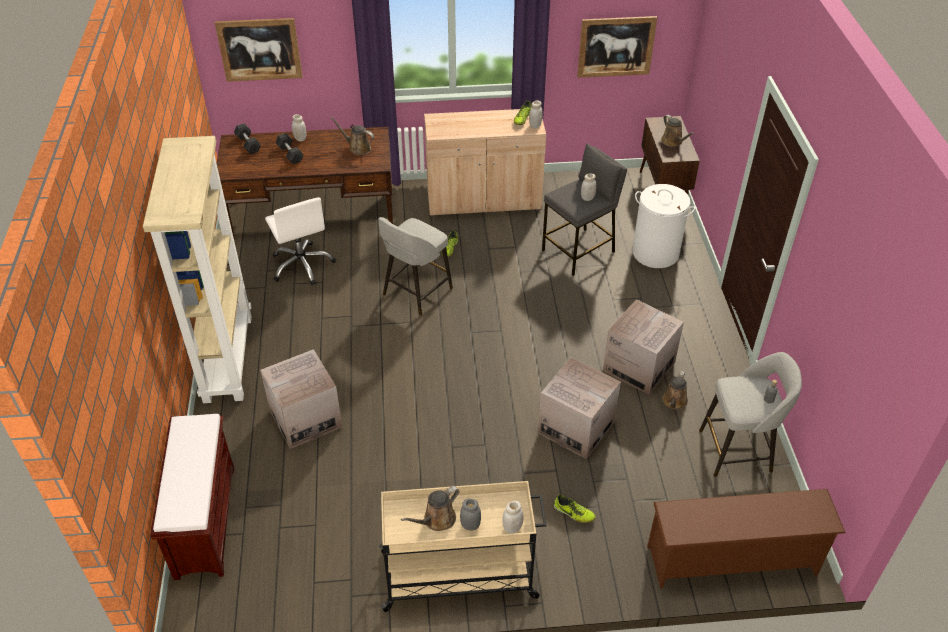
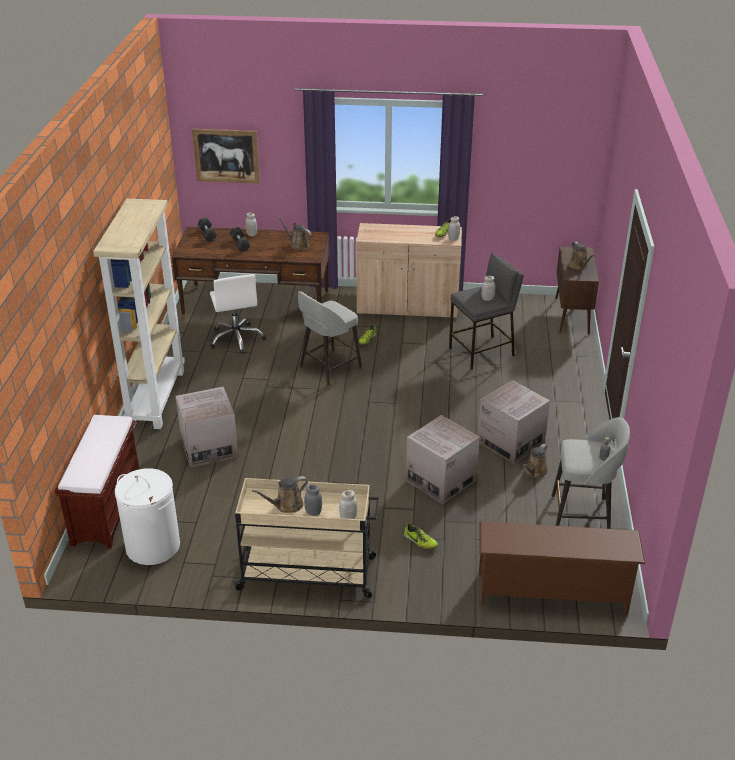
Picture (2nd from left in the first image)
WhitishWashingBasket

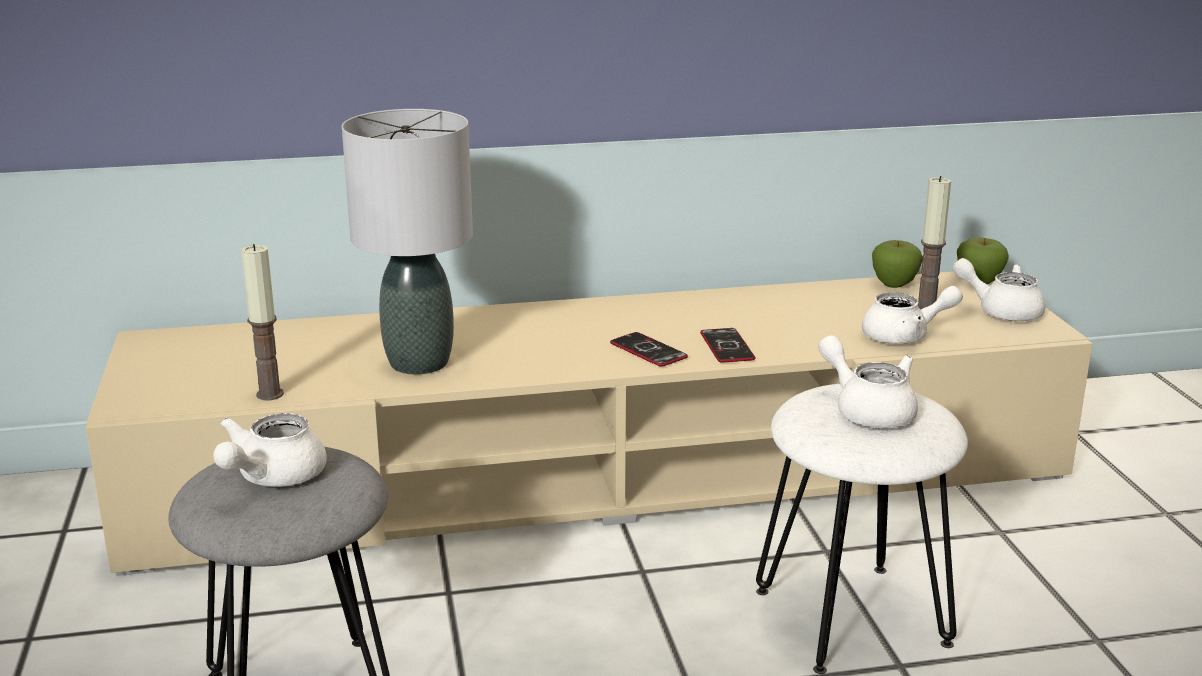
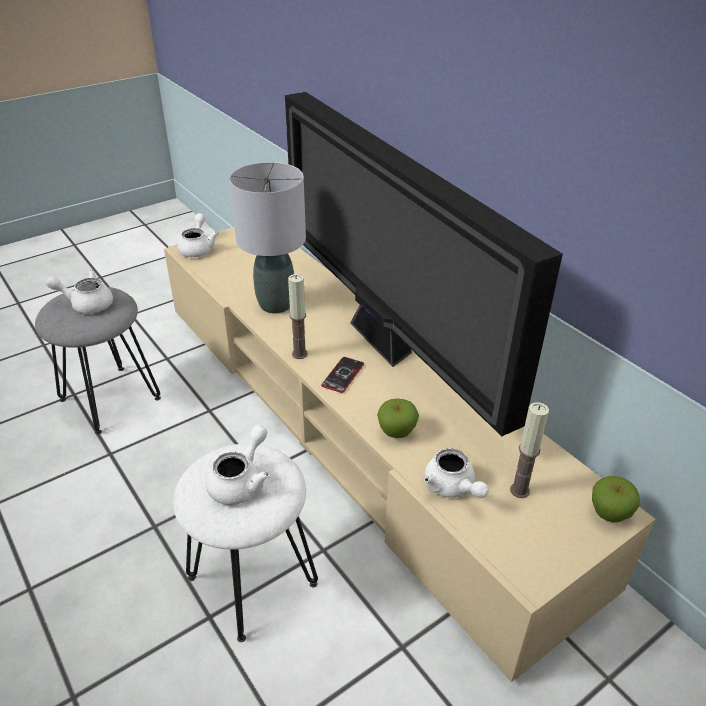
Telephone (2nd from left in the first image)
TvSet
WaxLight (1st from left)
AppleFruit (1st from left)
WhitishTeaPot (2nd from left)

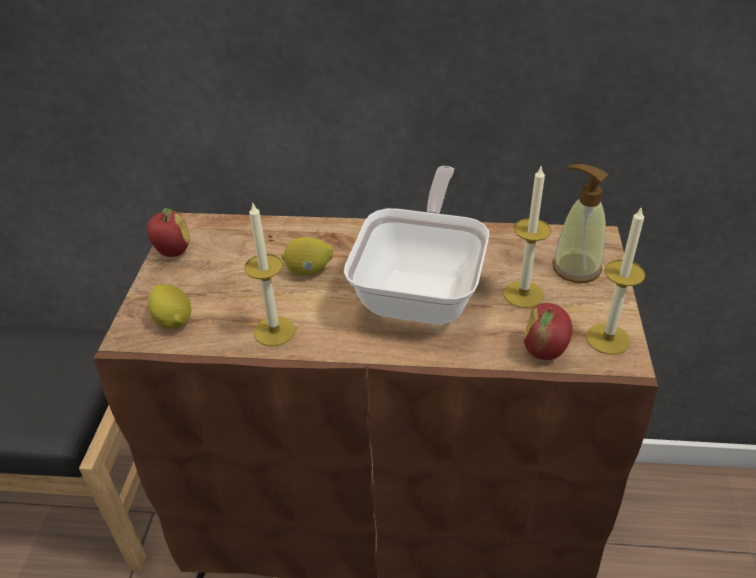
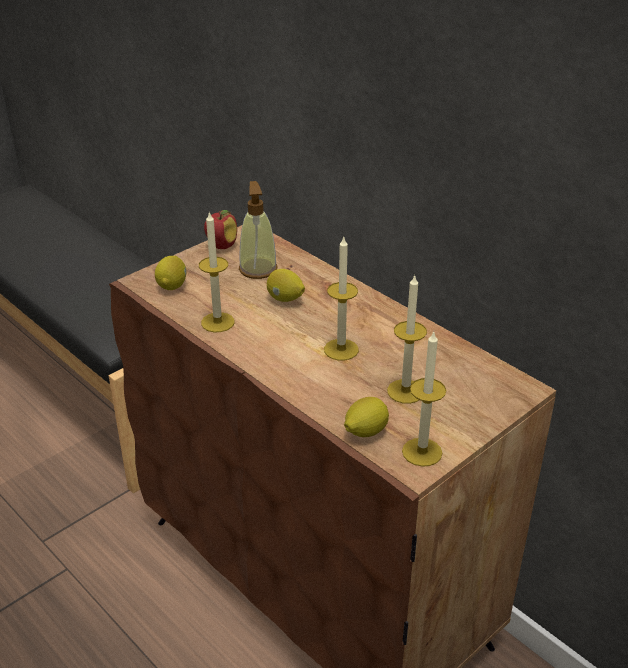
SoapDispenser
WaxLight (2nd from left)
CitrusFruit (3rd from left)

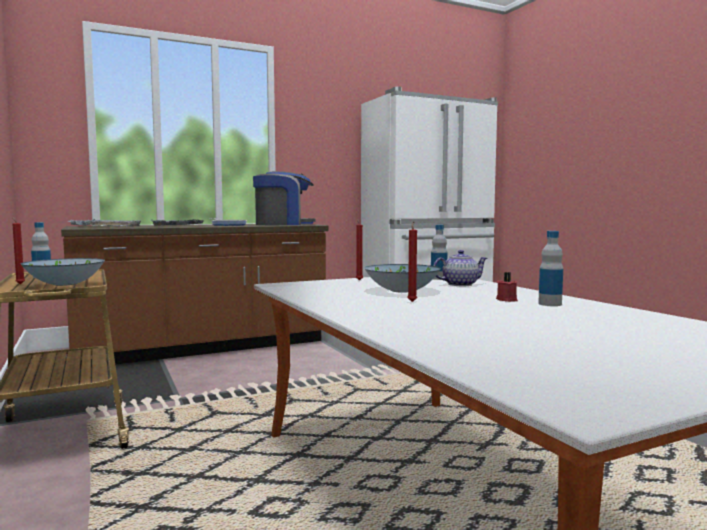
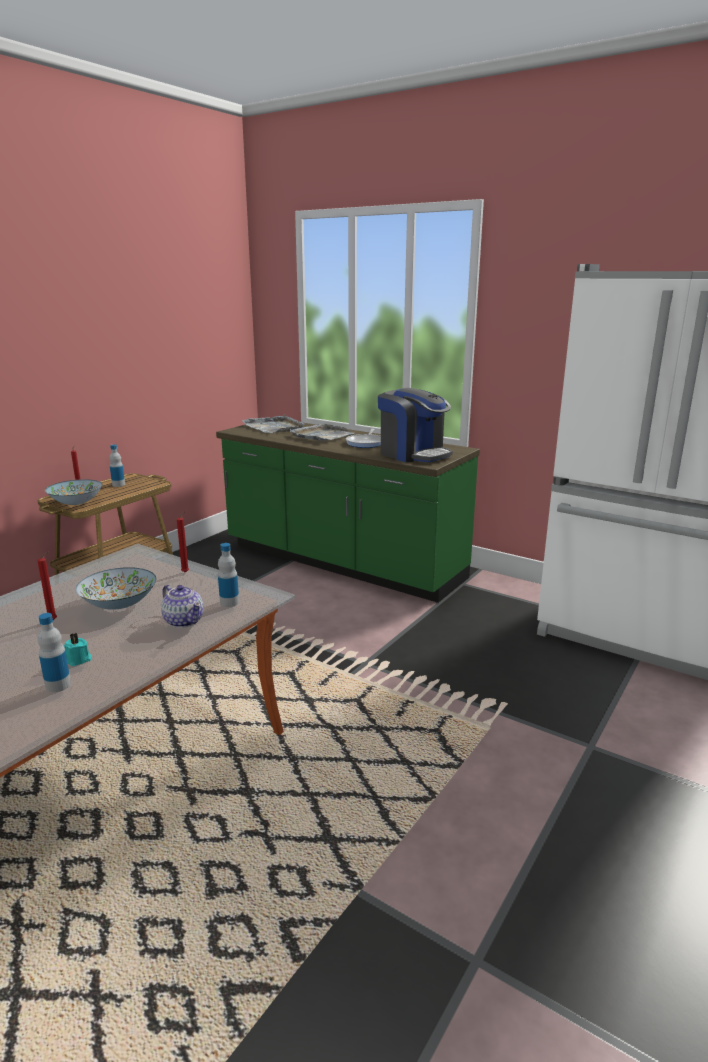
GreenKitchenCounter
BlueGreenWaxLight

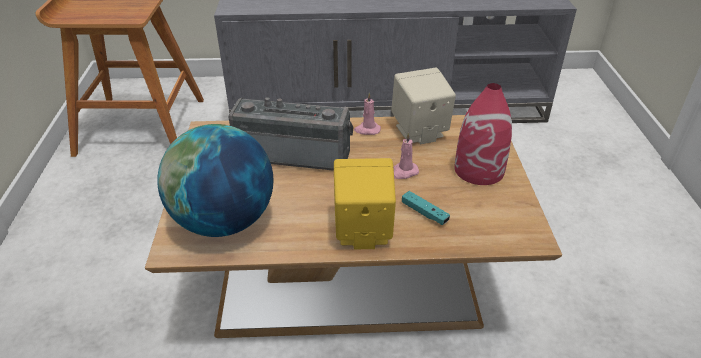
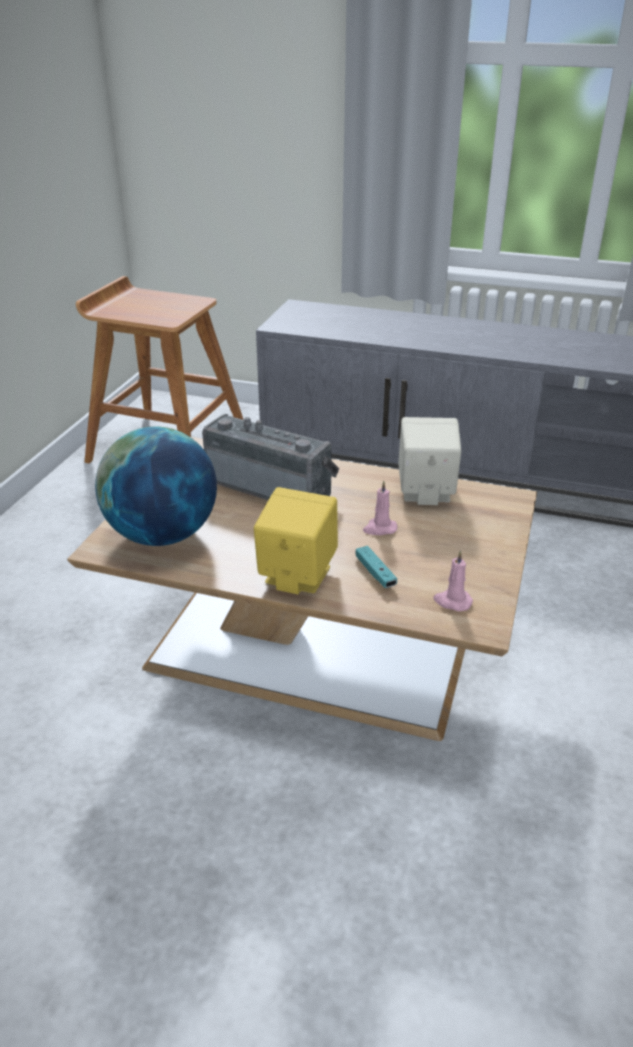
RedVase
PinkishWaxLight (2nd from left)

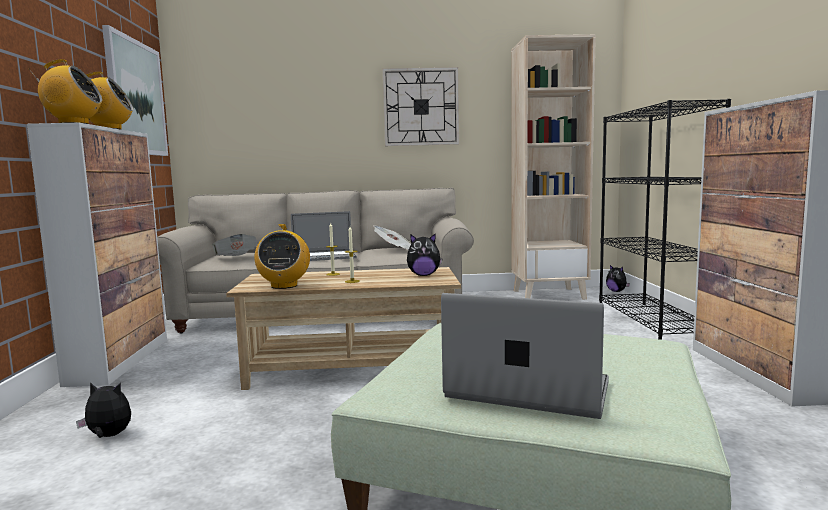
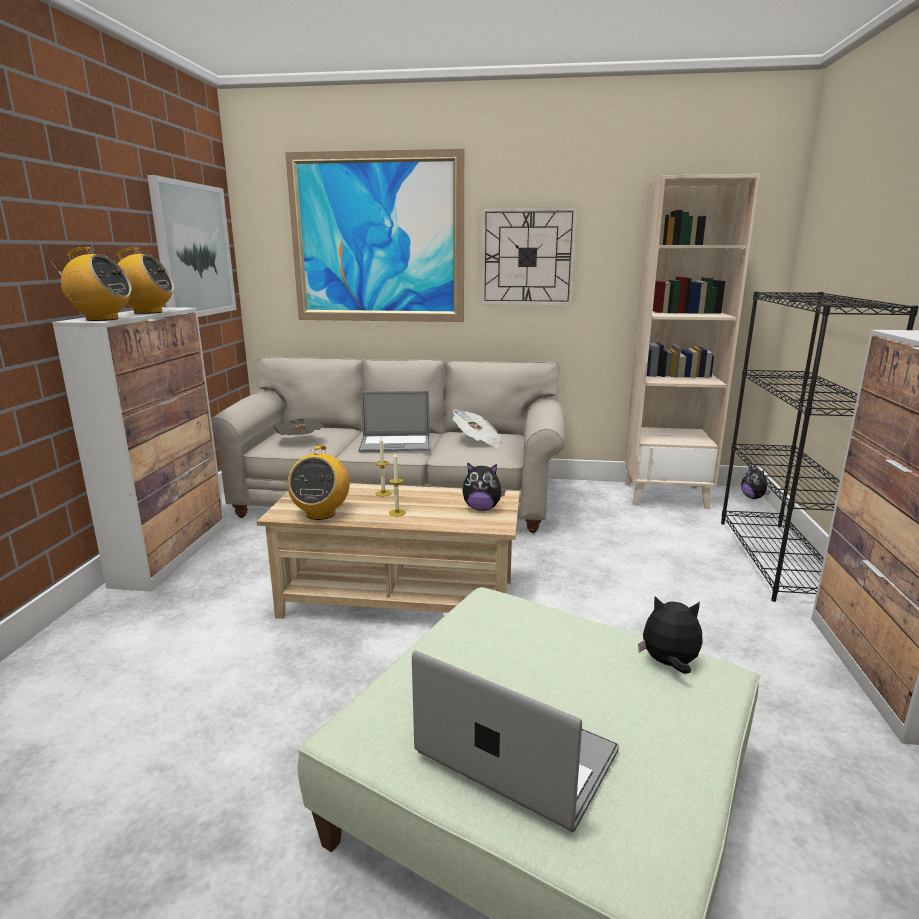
Picture (2nd from left)
CuddlyToy (2nd from left)

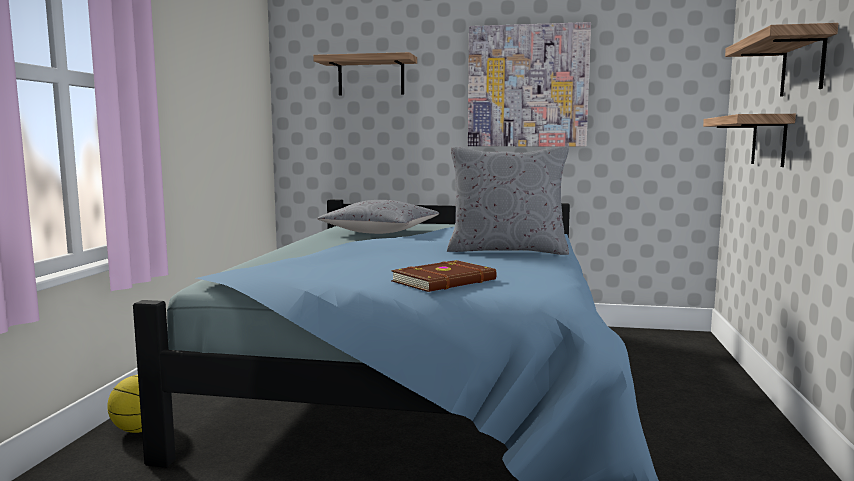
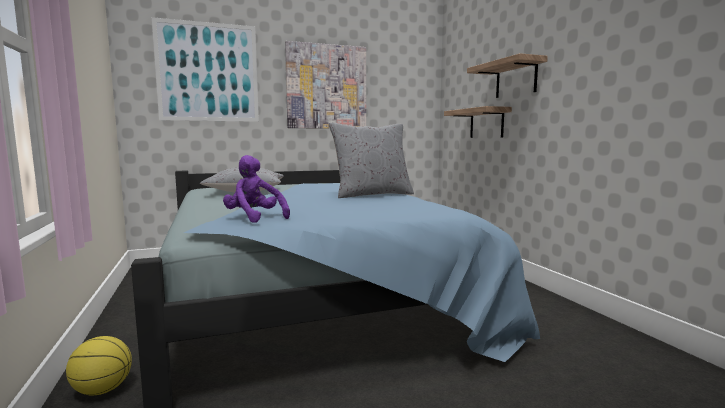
BrownColouredBoundBook
PurplishCuddlyToy
Picture (1st from left)

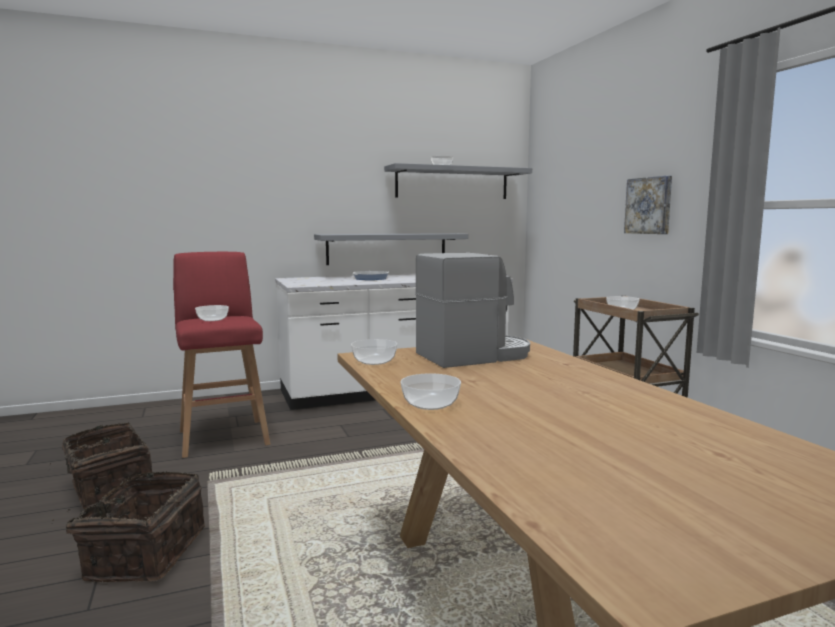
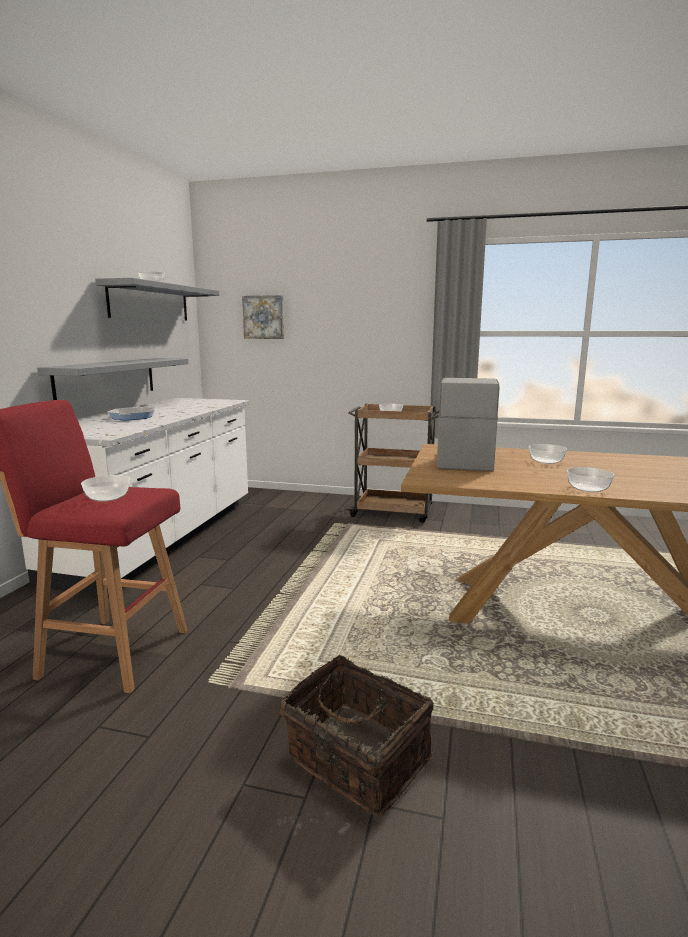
Basket (1st from left in the first image)
Bowl (4th from left)
Picture

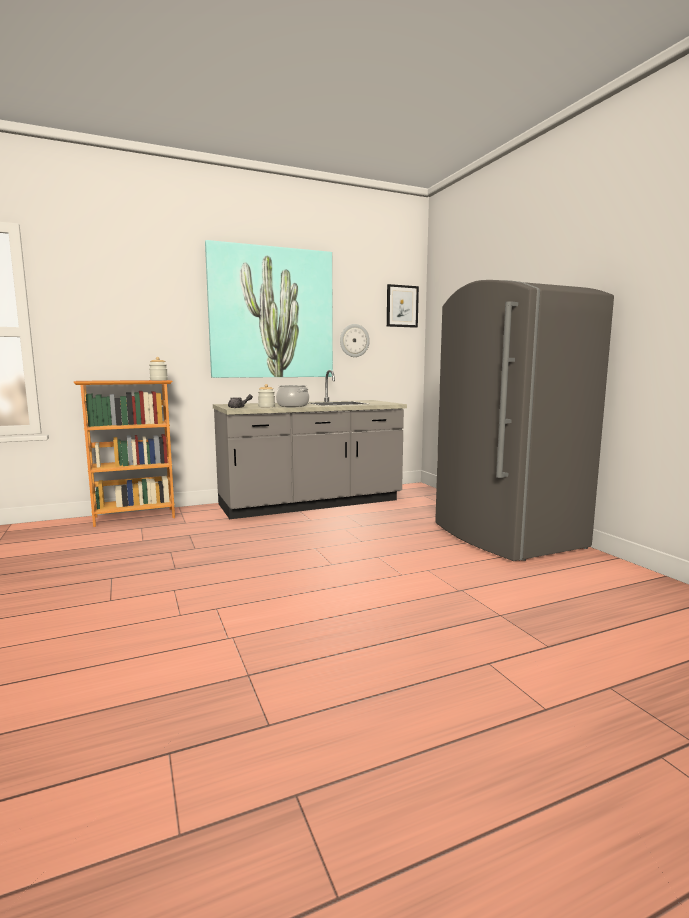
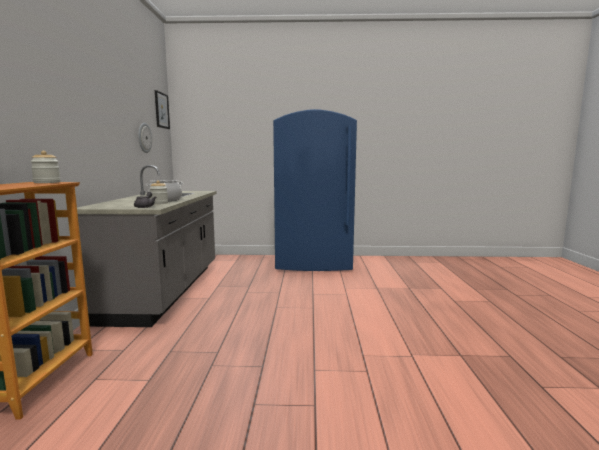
Picture (1st from left in the first image)
BluishKitchenFridge

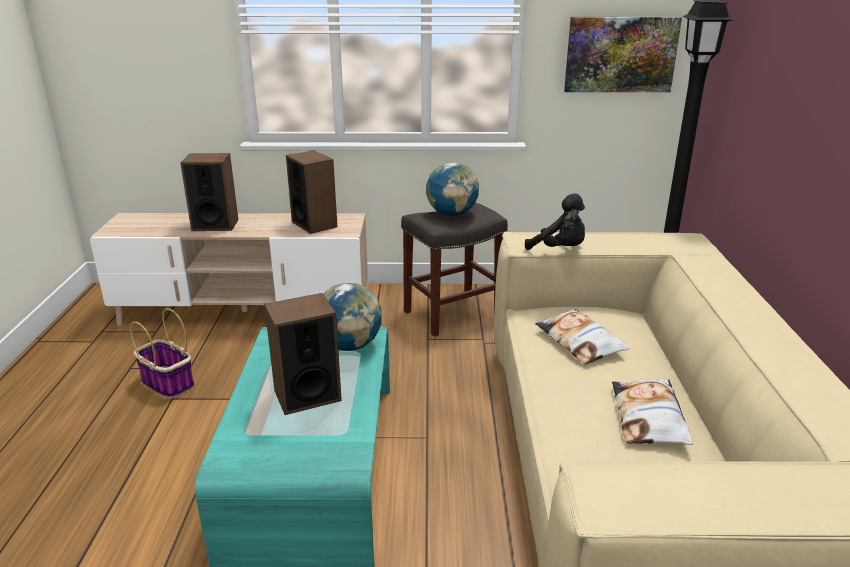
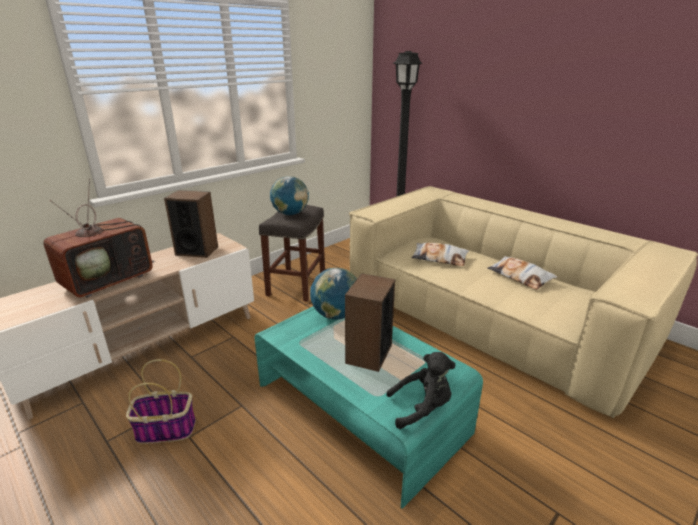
Picture
BlackColouredCuddlyToy
TvSet

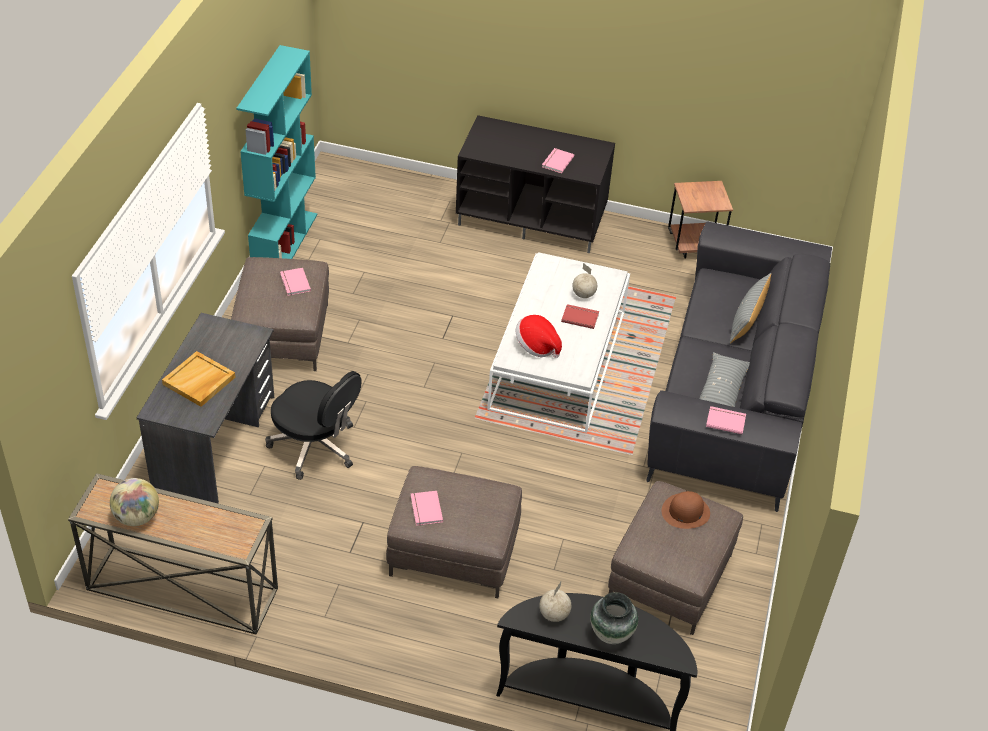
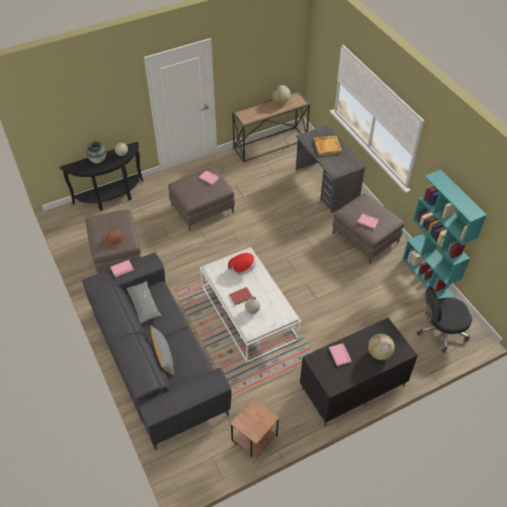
WorldGlobe (4th from left)
BlackColouredOfficeChair

